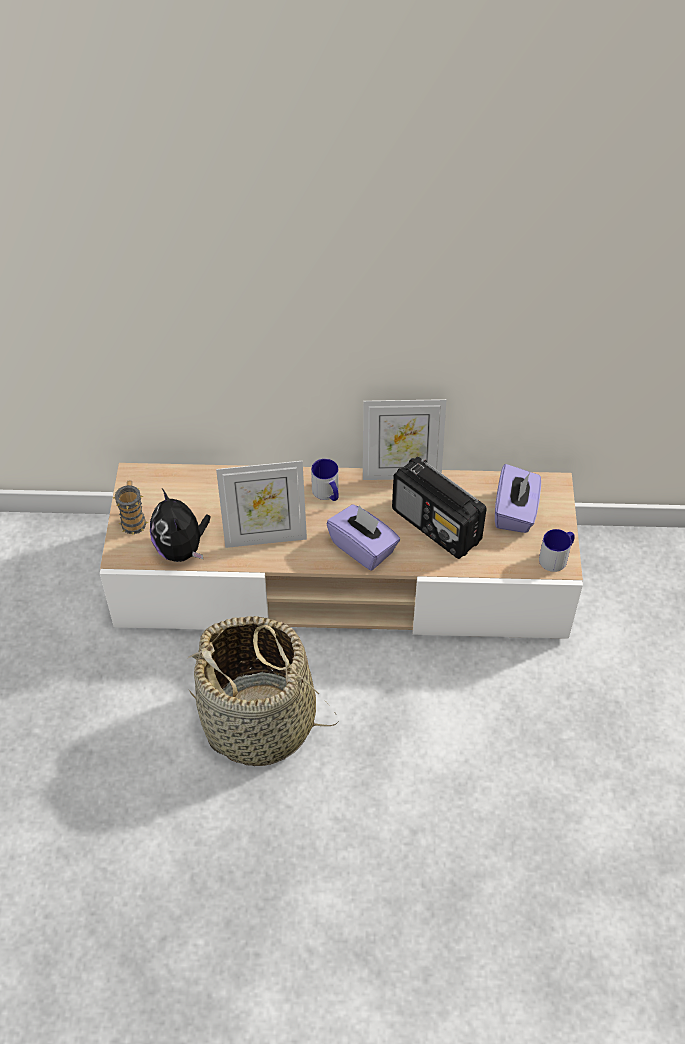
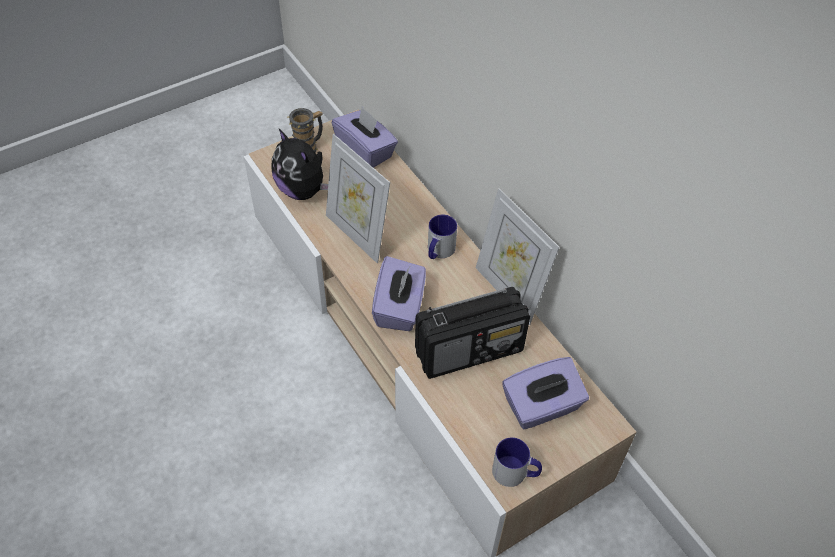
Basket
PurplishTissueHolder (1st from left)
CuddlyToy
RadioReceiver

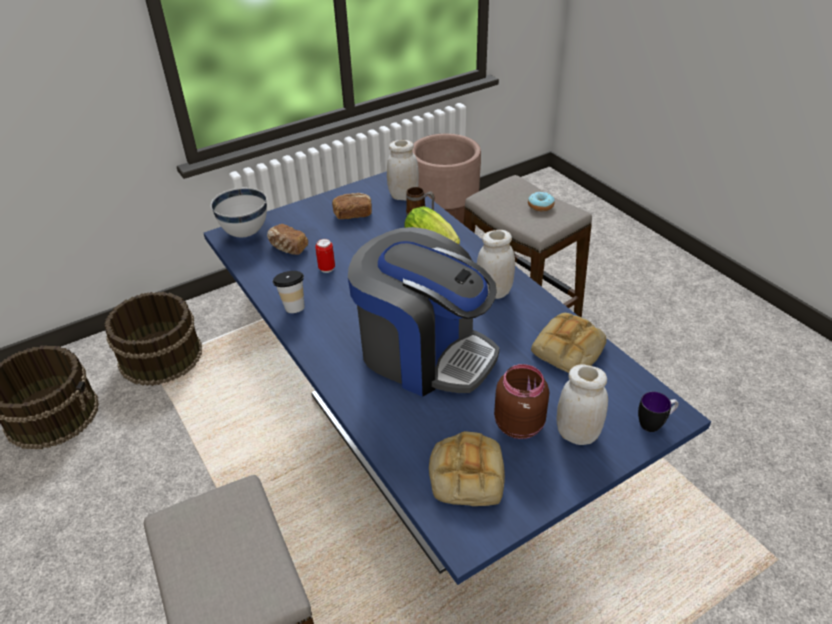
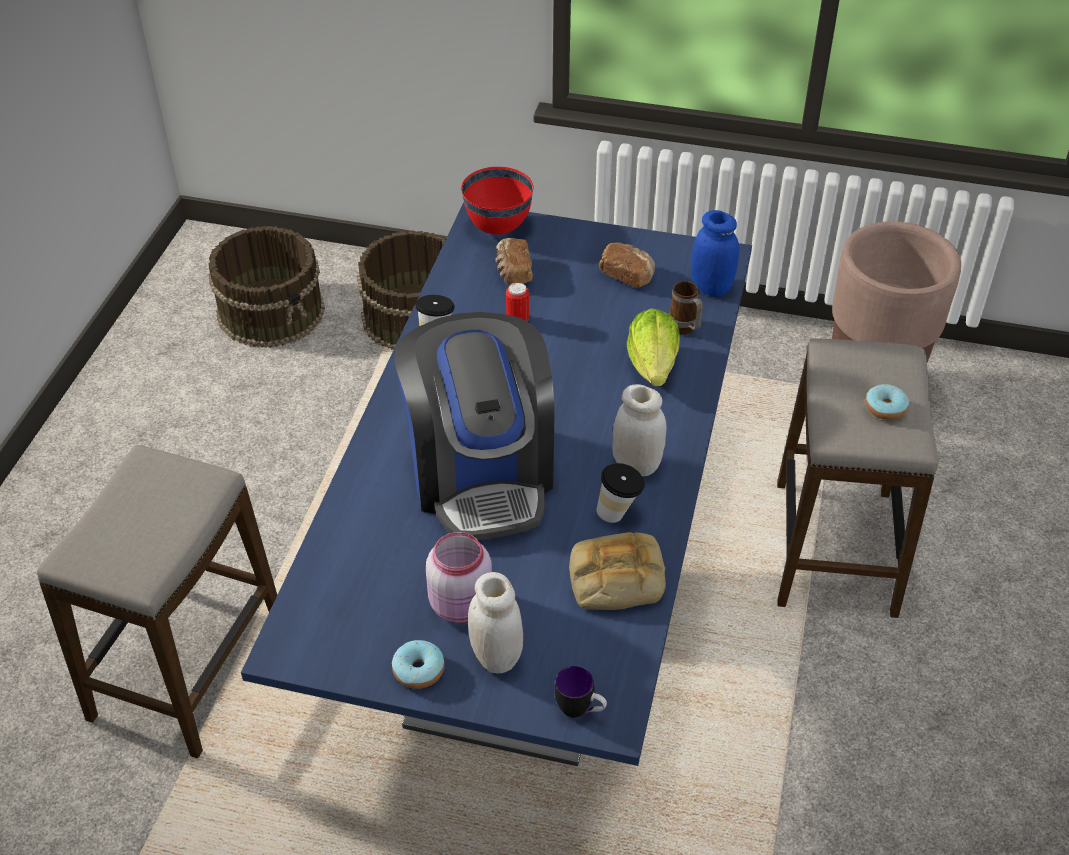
BakedBread (3rd from left in the first image)
Doughnut (1st from left)
Cup (2nd from left)
RedBowl
BluishStorageJar
PinkishStorageJar

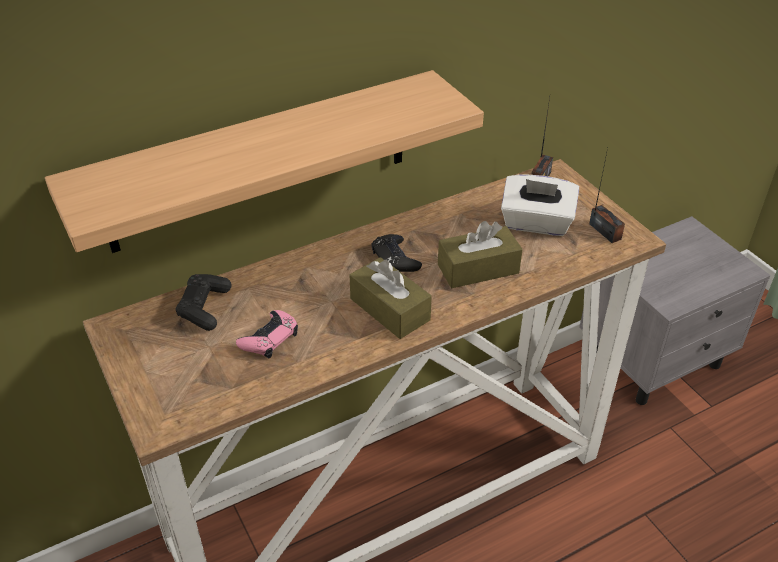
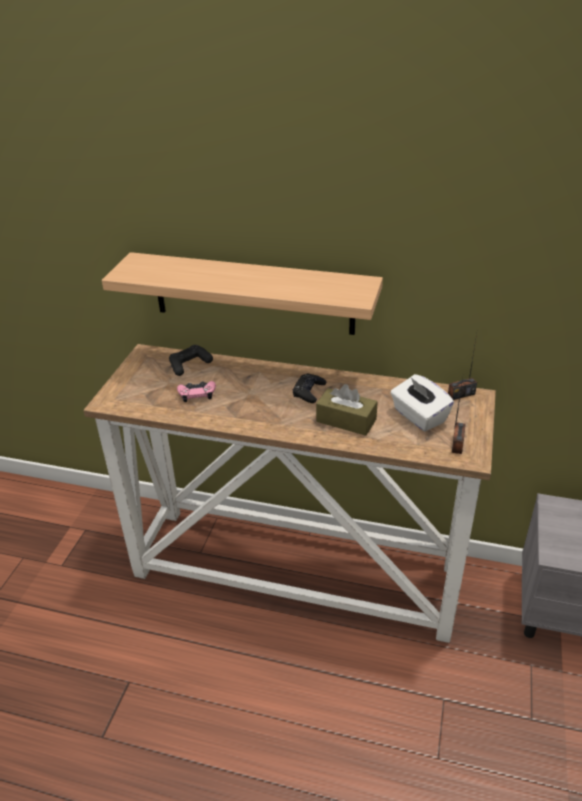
BrownColouredTissueHolder (1st from left in the first image)

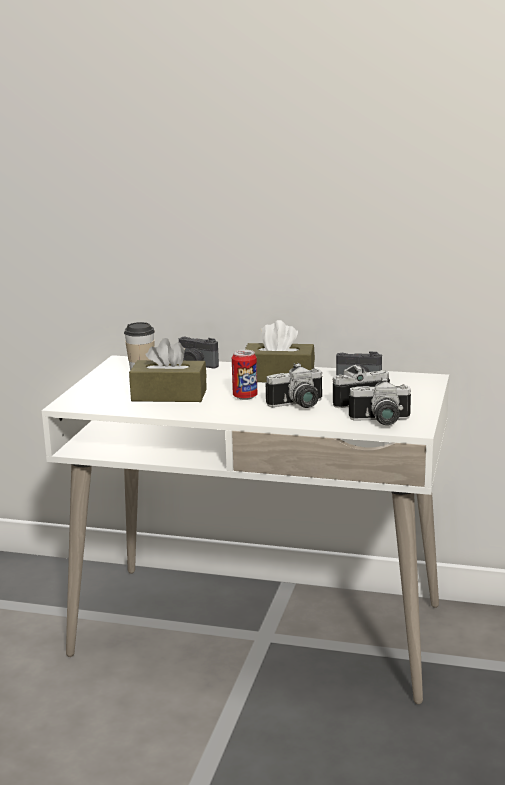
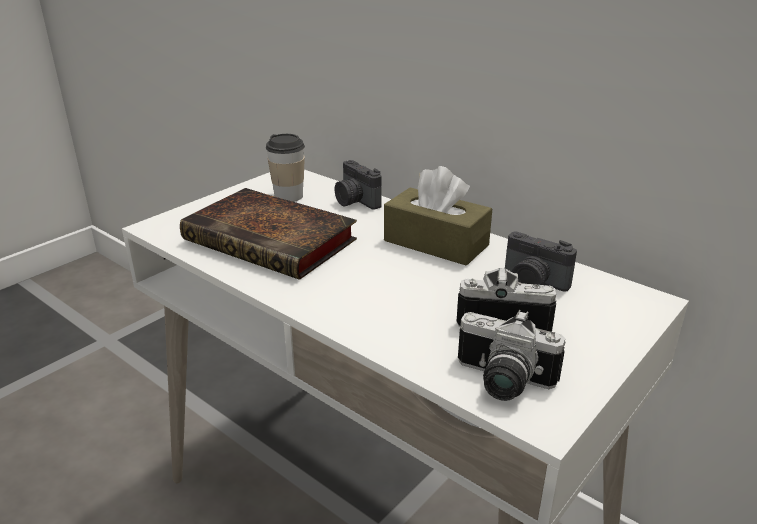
SealedCan
StillCamera (2nd from left in the first image)
BoundBook

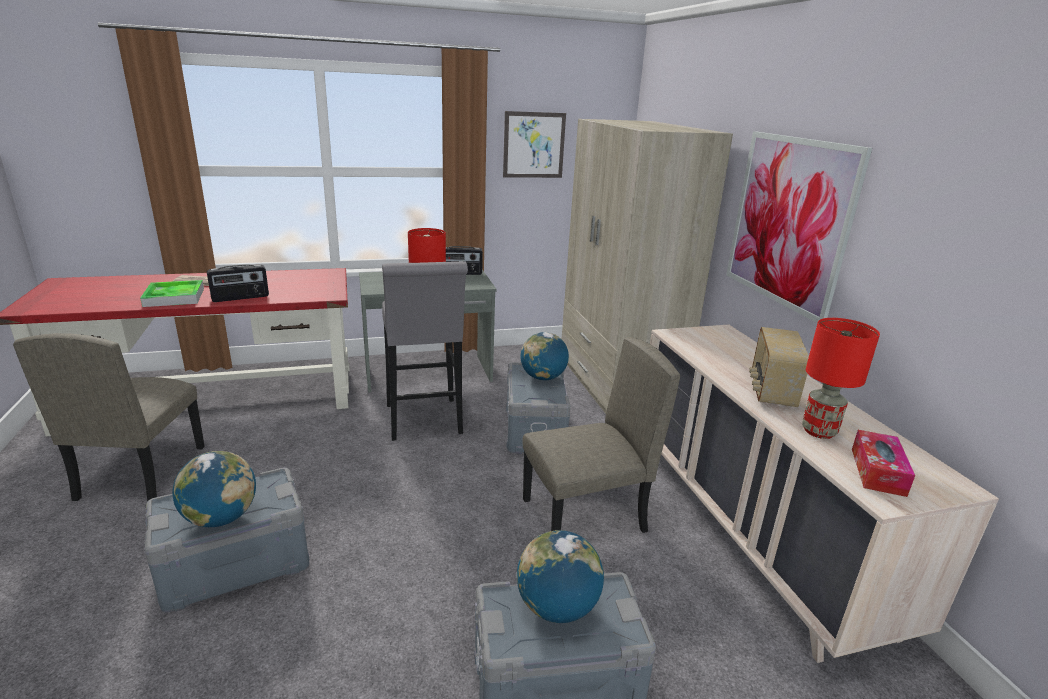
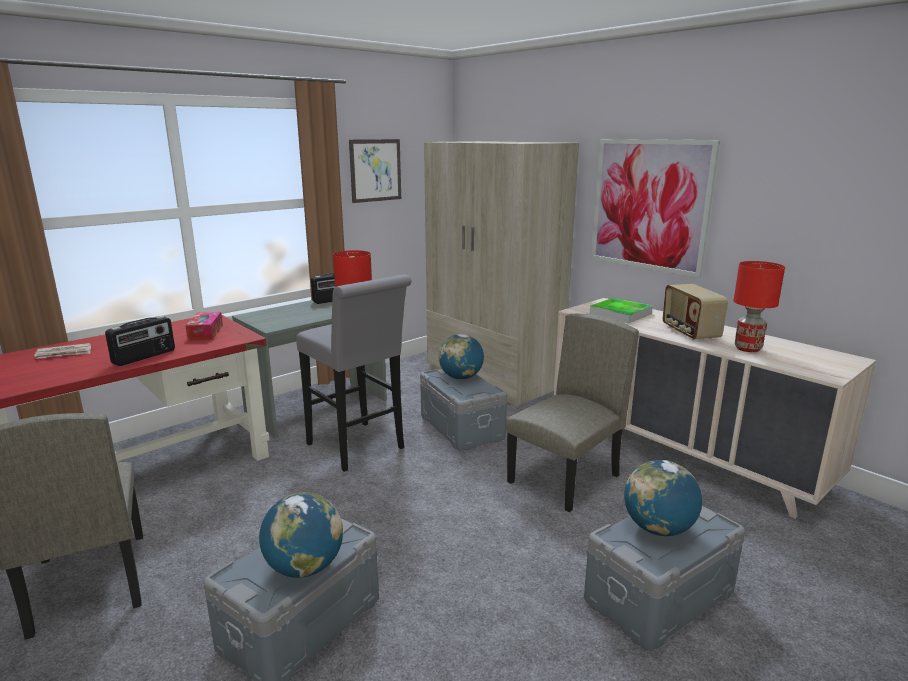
CarryingTray
TissueHolder

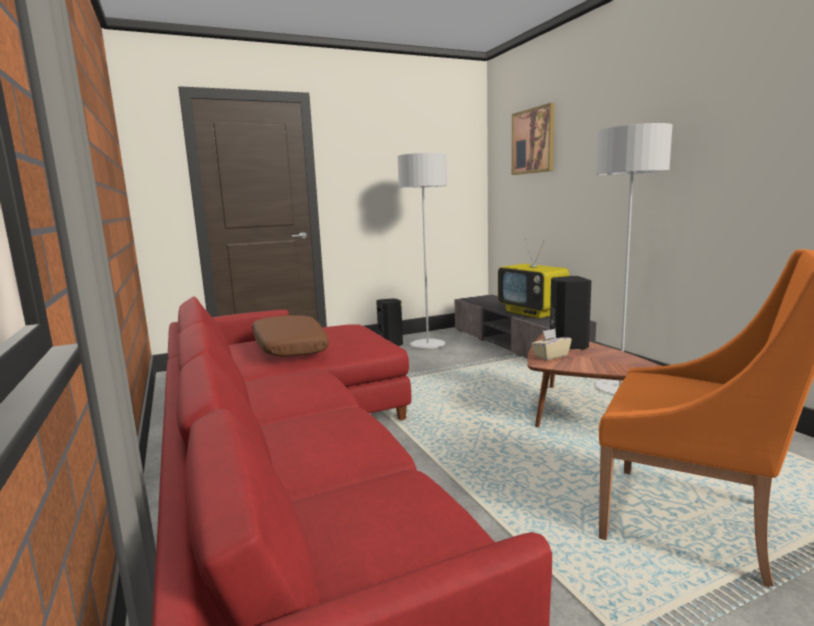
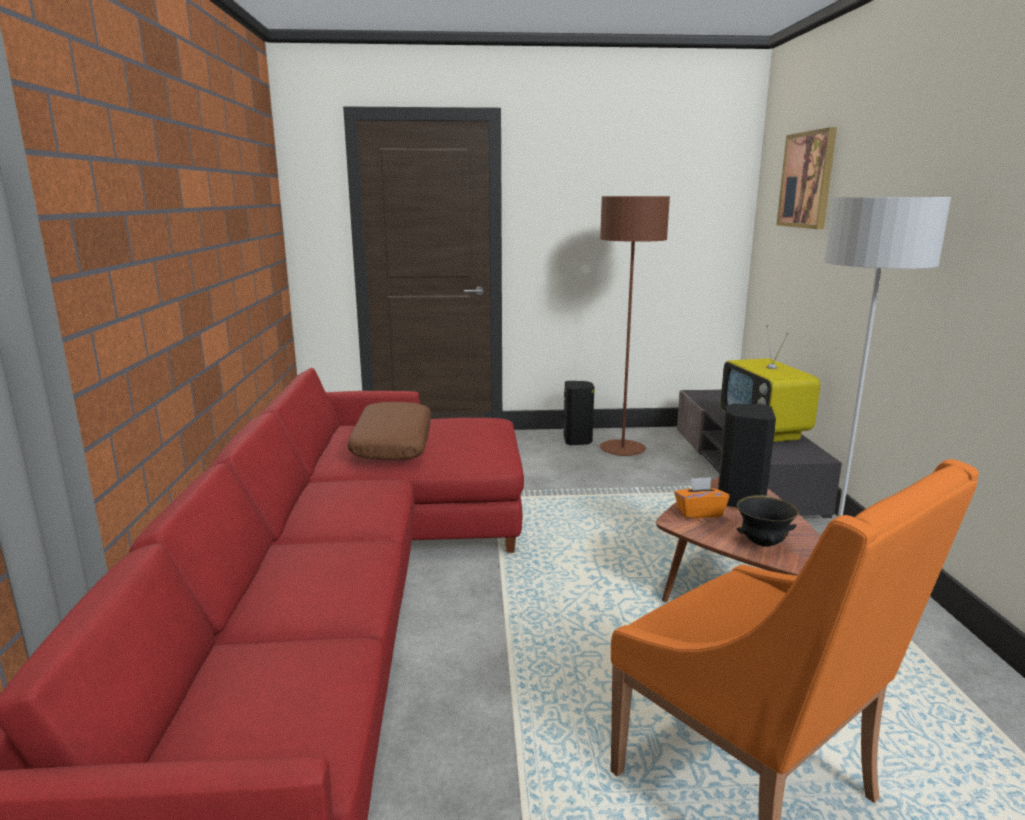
BlackColouredBowl
BrownColouredStandardLamp
OrangeTissueHolder

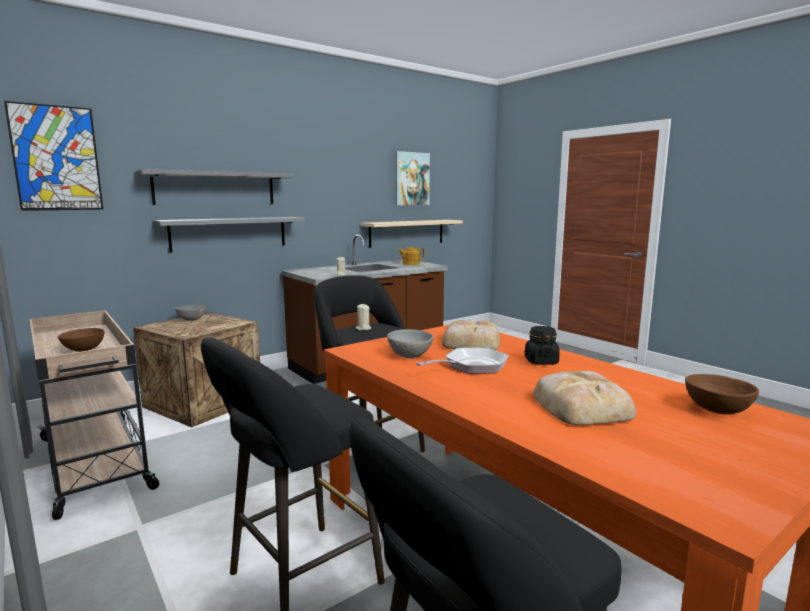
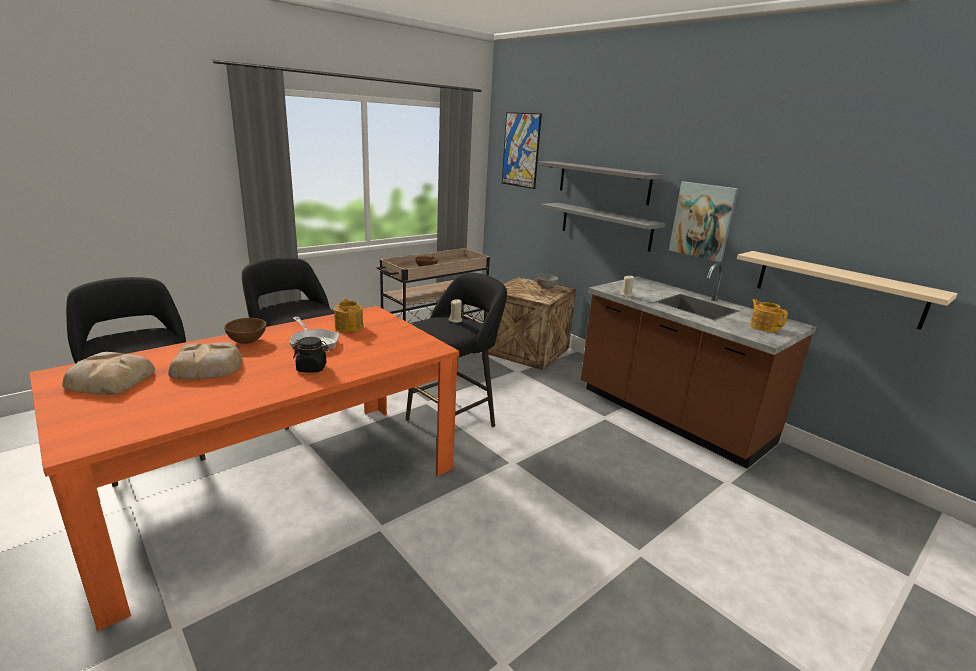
Picture (2nd from left)
BakedBread (1st from left)
BrownColouredBowl (1st from left)
TeaPot (1st from left)

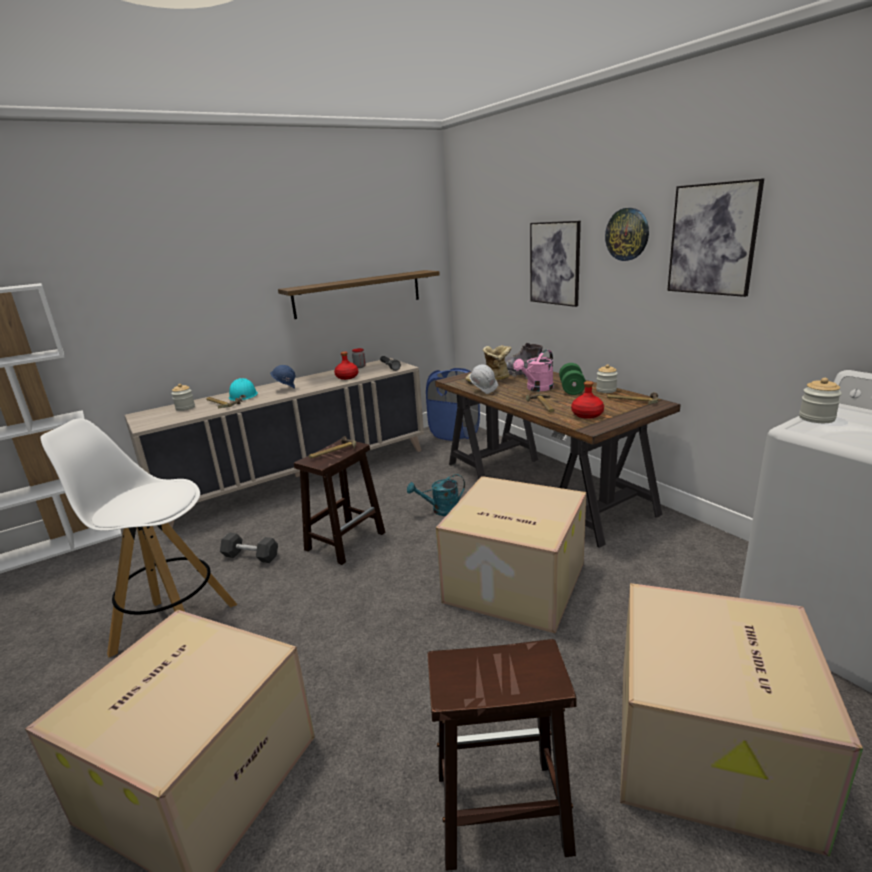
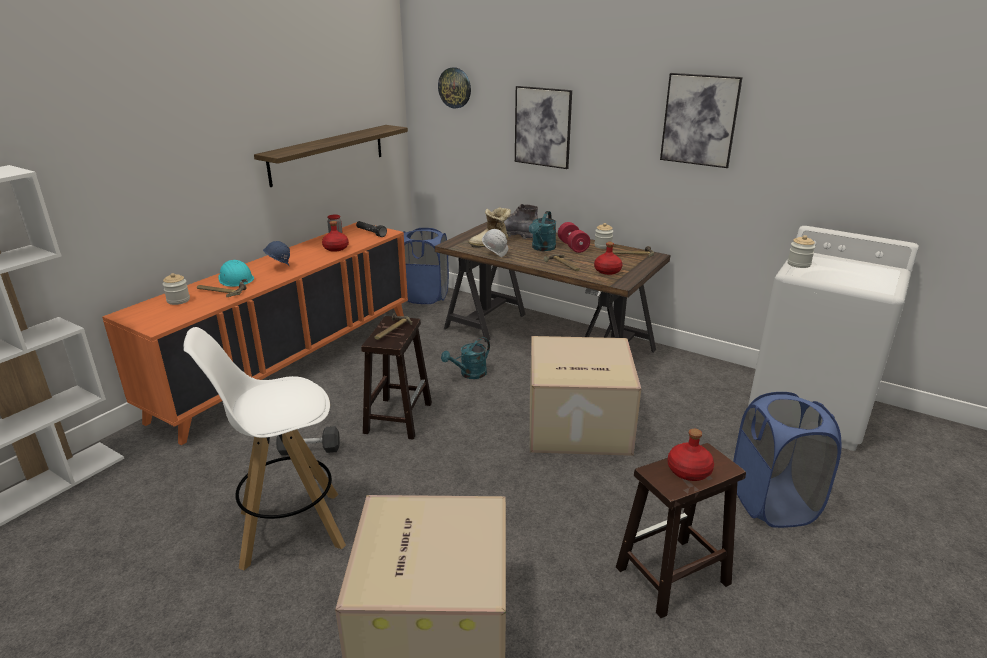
RedDrinkBottle (3rd from left)
ClockOnTheWall
BluishWashingBasket (2nd from left)
OrangeStorageCabinet
BlueGreenWateringPot (2nd from left)
RedDumbbell

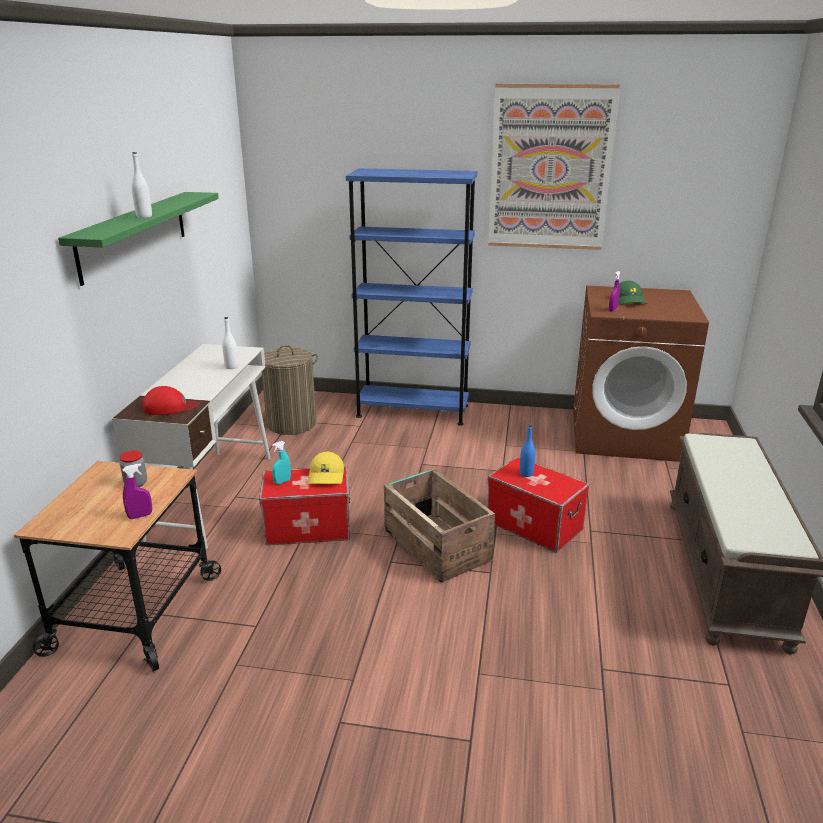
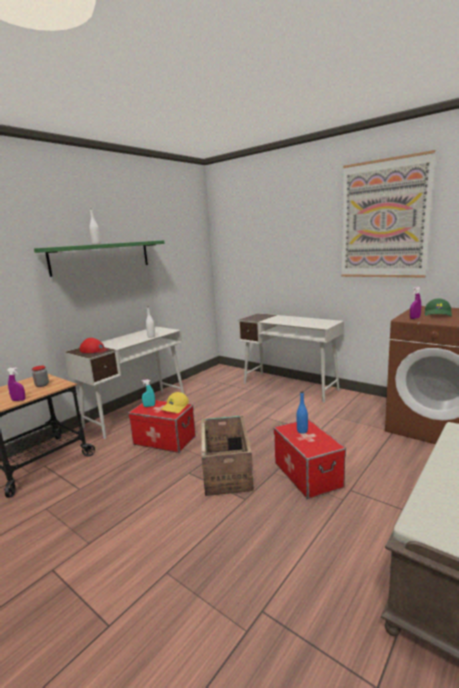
WashingBasket
WhitishDeskTable (2nd from left)

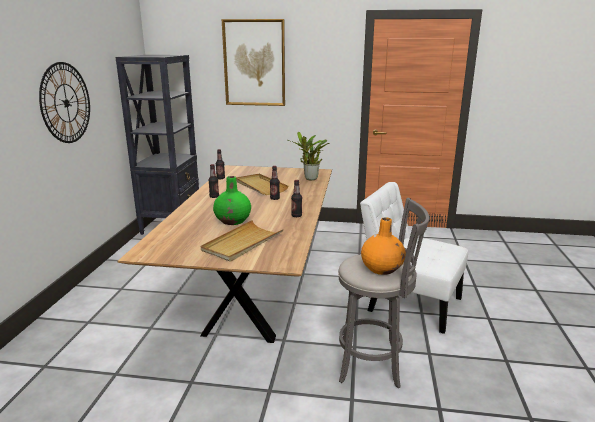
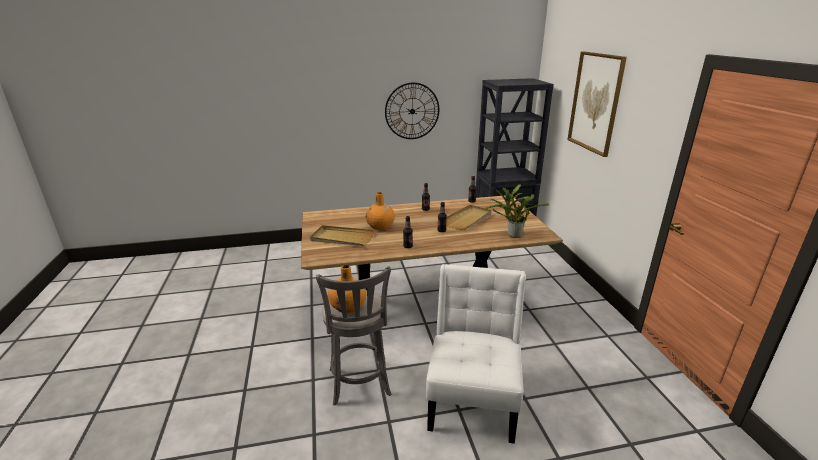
OrangeVase (2nd from left)

